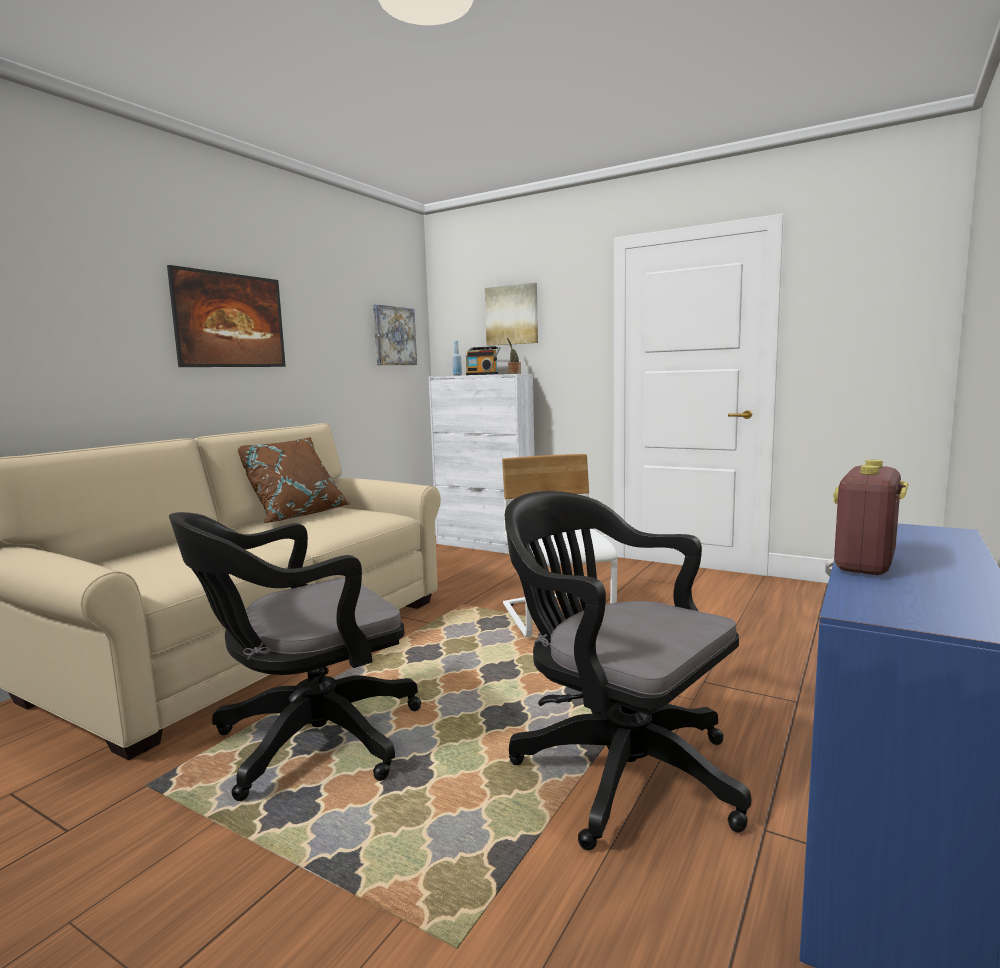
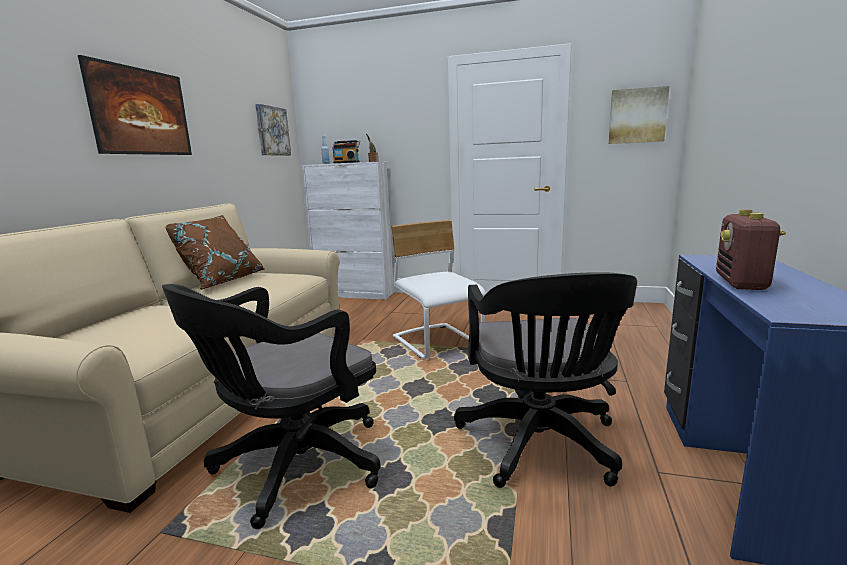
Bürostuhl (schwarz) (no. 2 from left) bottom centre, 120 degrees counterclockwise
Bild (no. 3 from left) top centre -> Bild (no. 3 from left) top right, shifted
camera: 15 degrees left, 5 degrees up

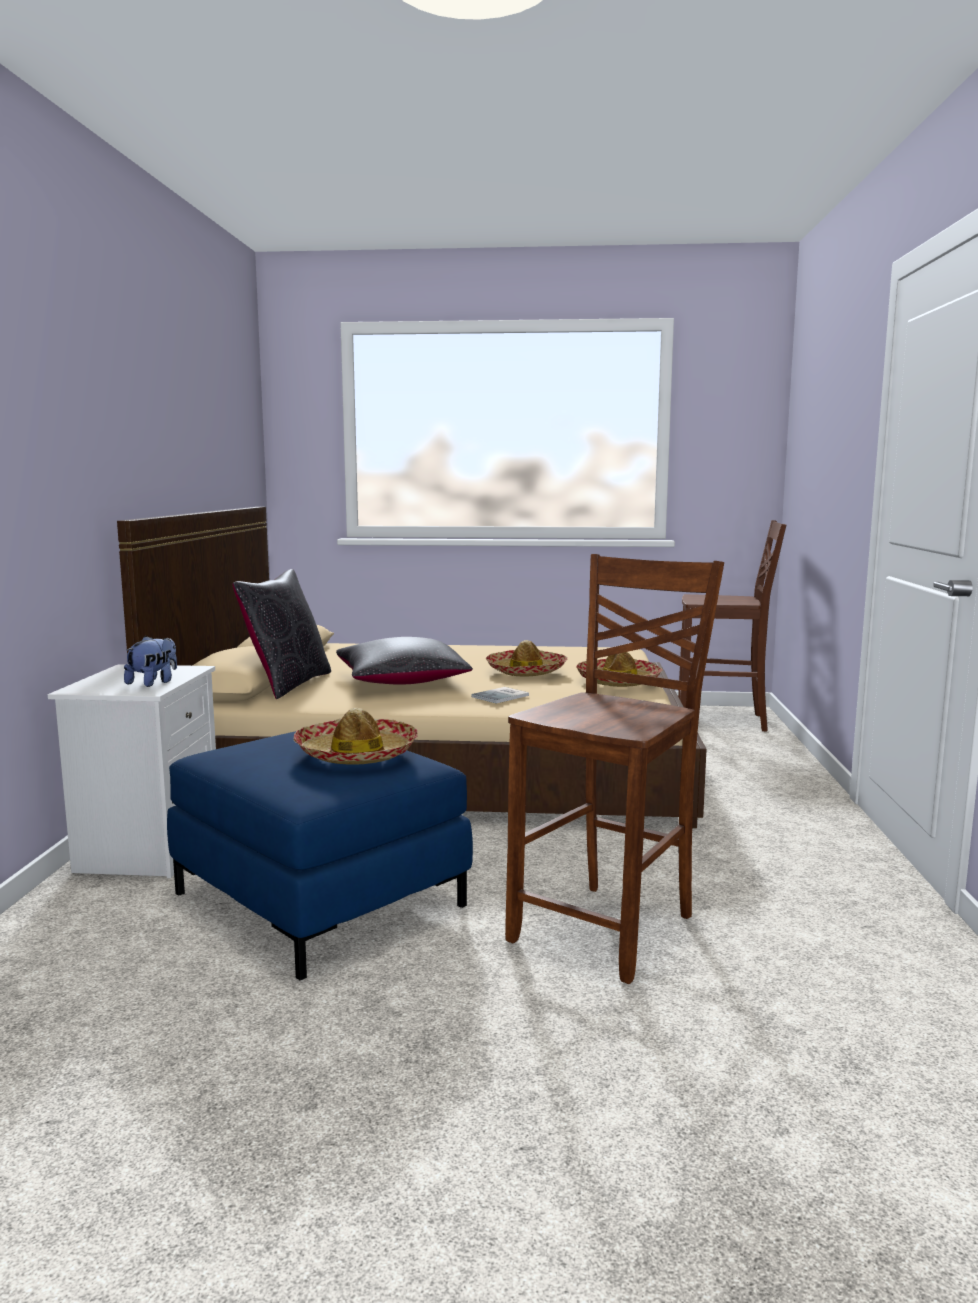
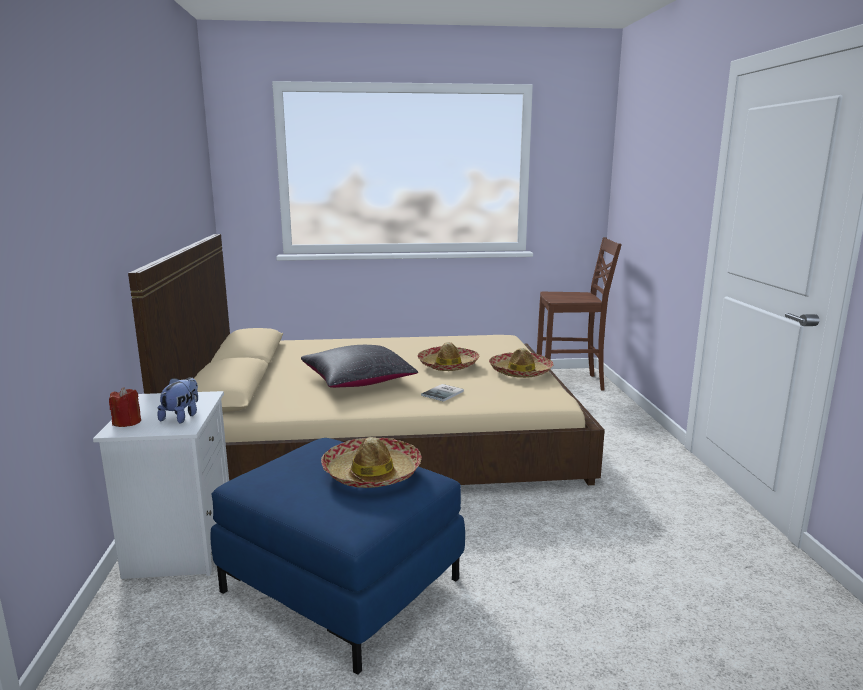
none -> Kerze (rot) middle left
Kissen (schwarz) (no. 1 from left) middle left -> none
Stuhl (braun) (no. 1 from left) centre -> none
camera: 10 degrees left, 5 degrees up

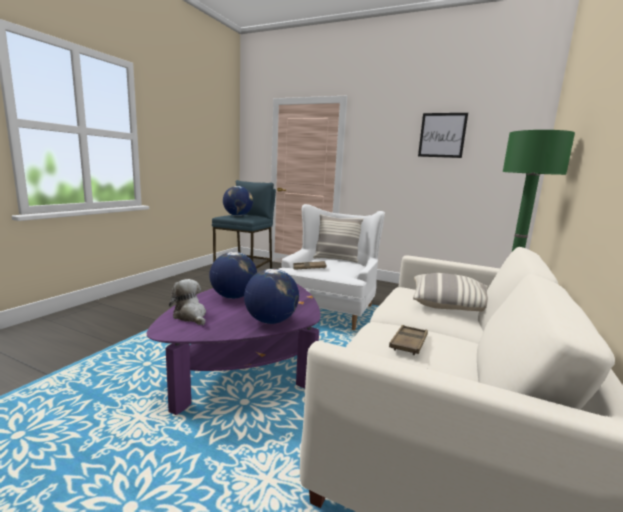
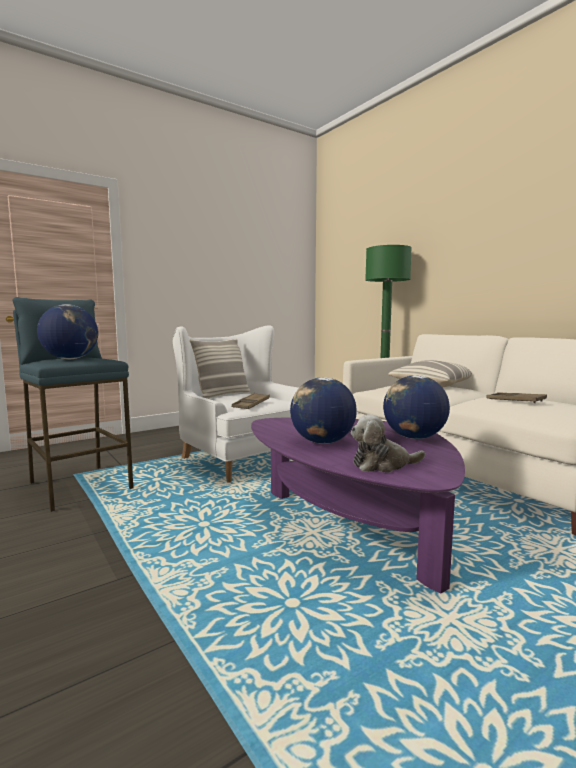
Bild top right -> none
camera: 60 degrees left, 5 degrees down

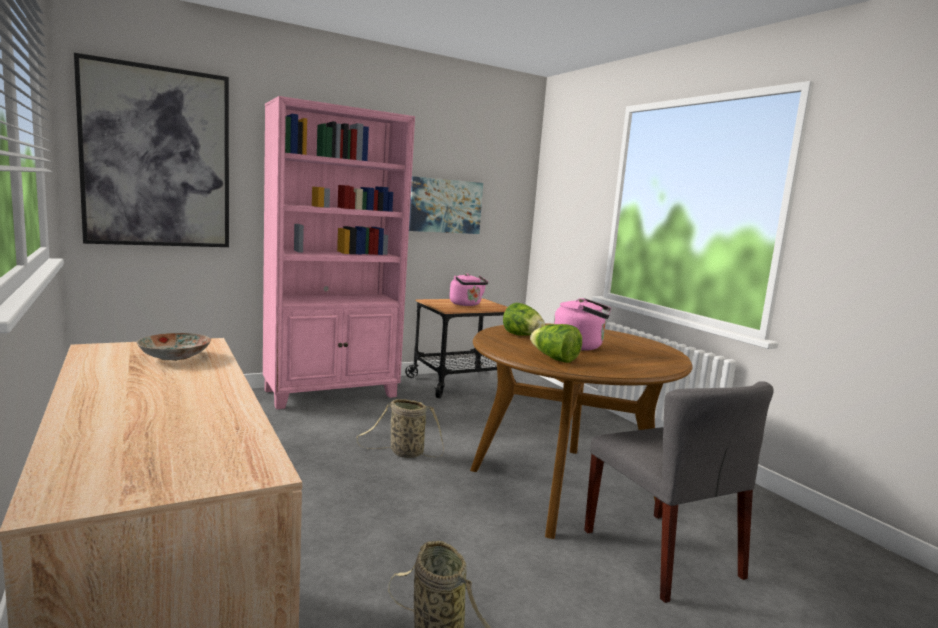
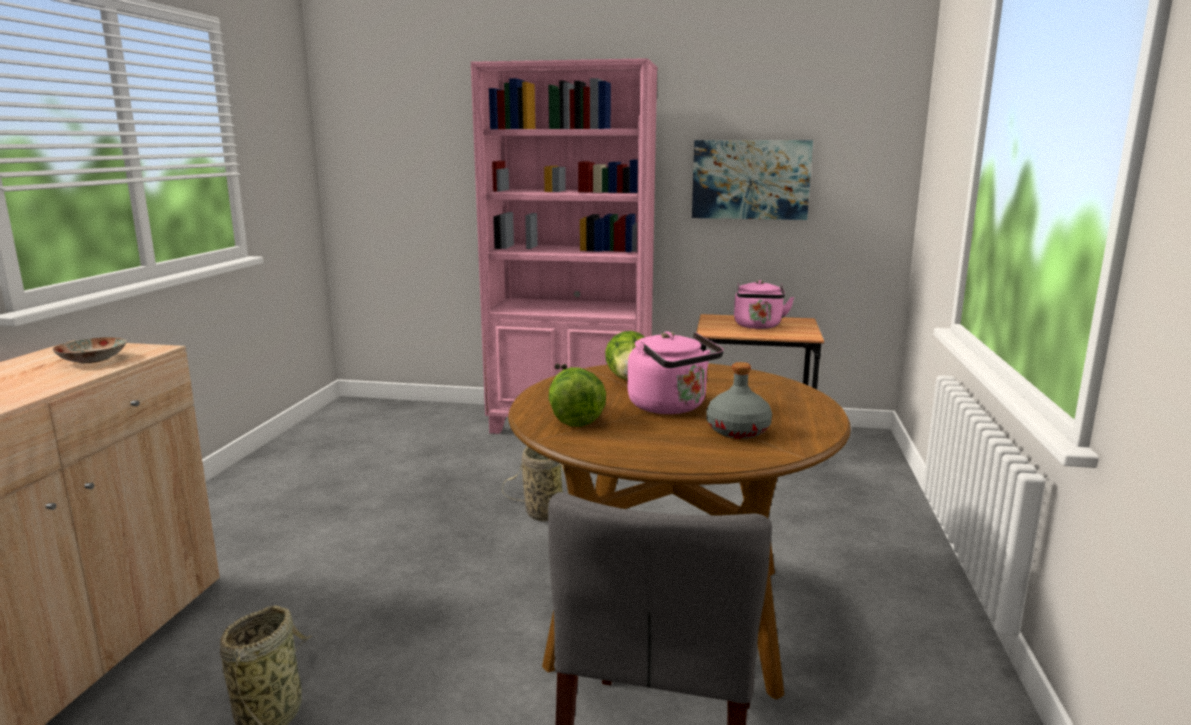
none -> Flasche (grau) centre
Bild (no. 1 from left) top left -> none
camera: 40 degrees right, 5 degrees up

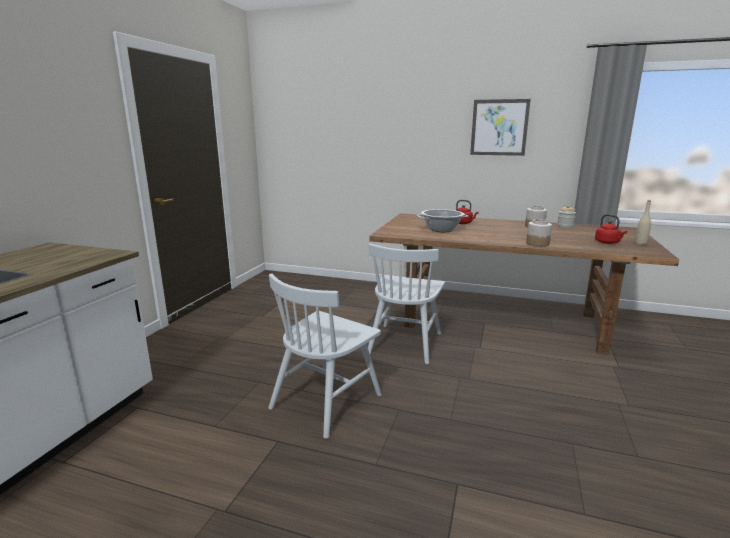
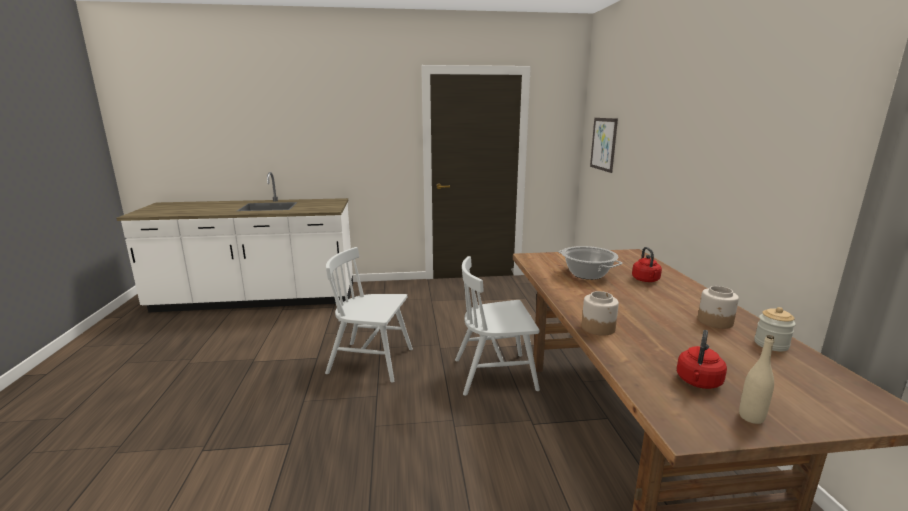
Bild top right -> Bild top centre, shifted
camera: 65 degrees right, 0 degrees up

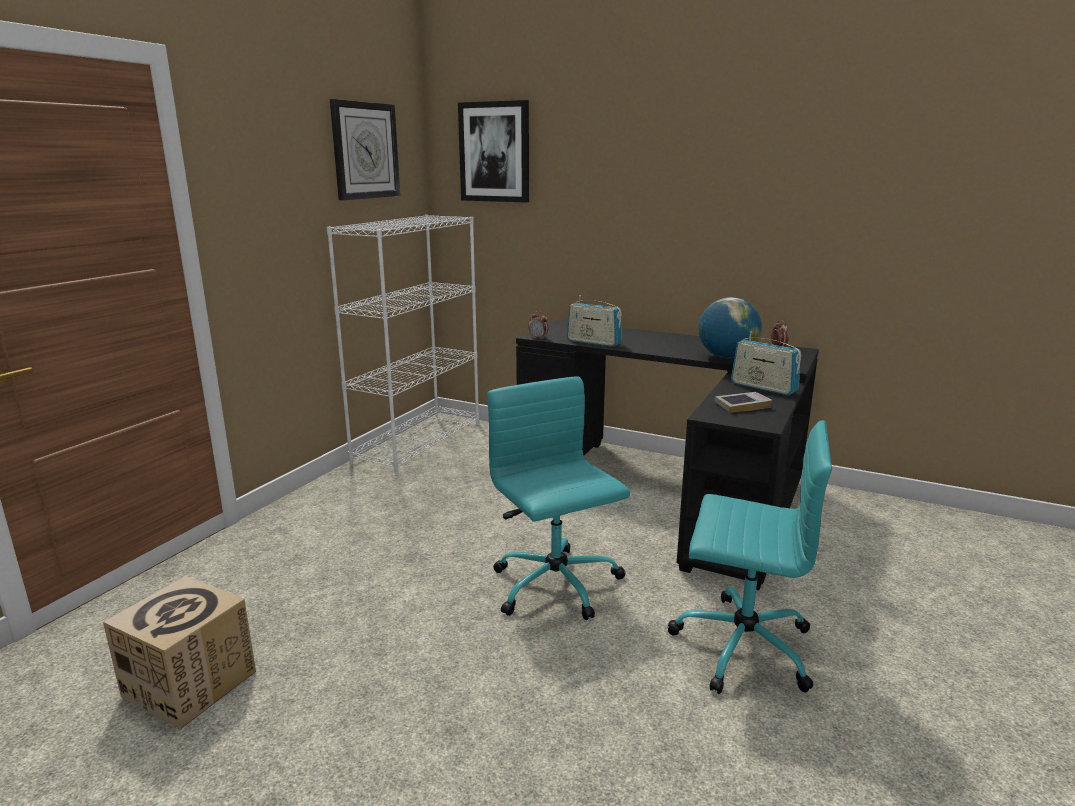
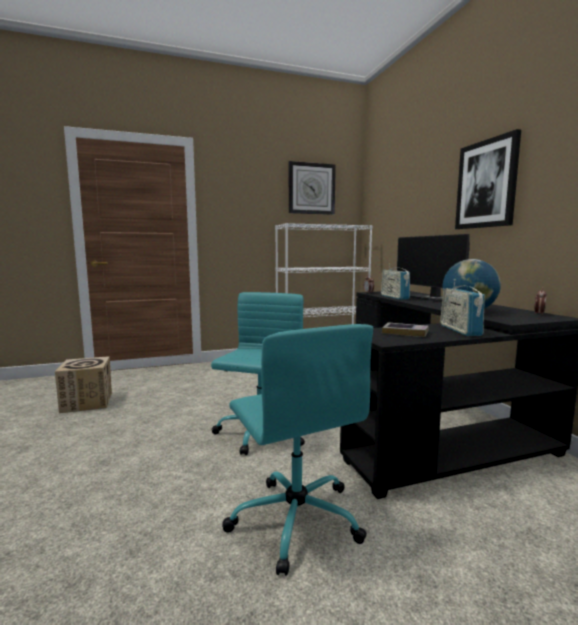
none -> Monitor middle right
Bild top centre -> Bild top right, shifted
camera: 45 degrees right, 10 degrees down

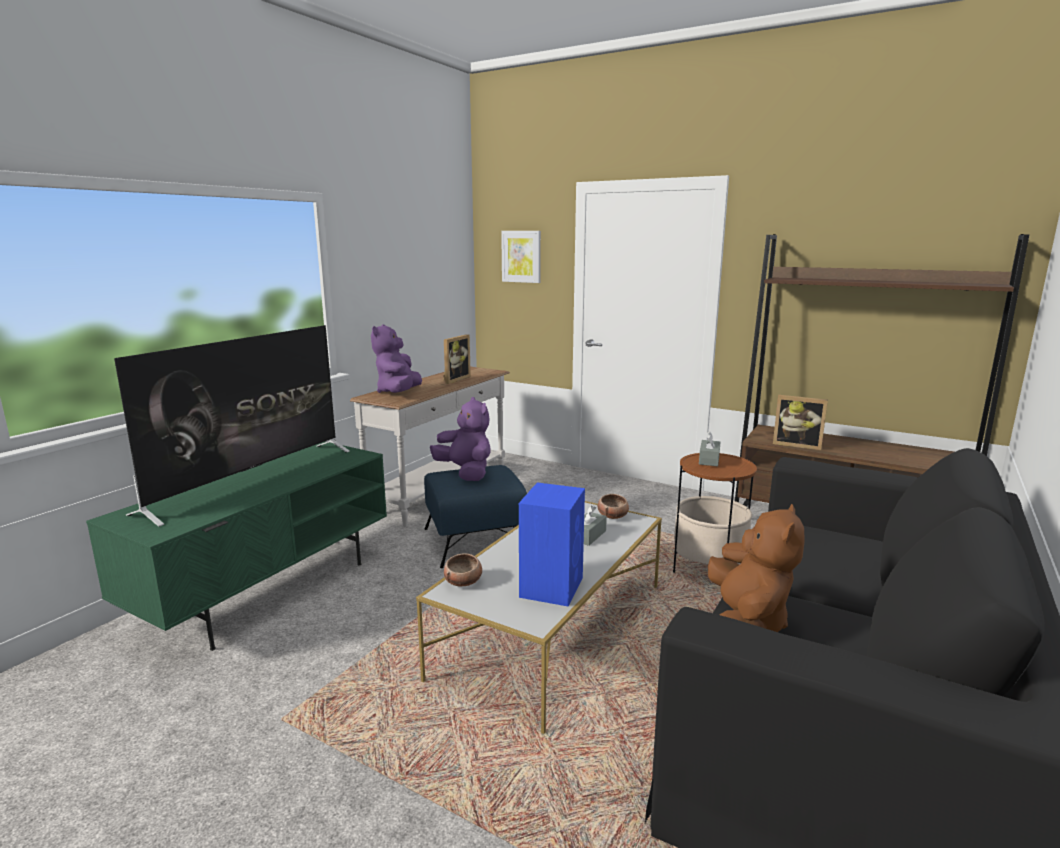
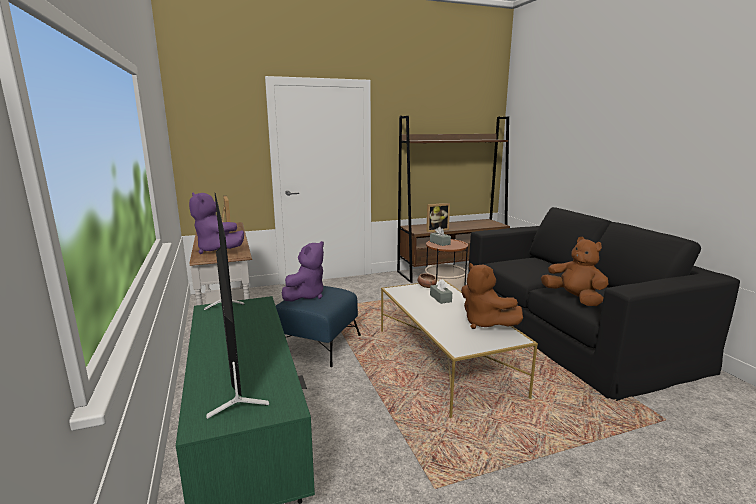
Plüschtier (lila) (no. 2 from left) centre, 120 degrees clockwise
Lautsprecher (blau) centre -> Plüschtier (braun) (no. 1 from left) centre
Schüssel (no. 1 from left) bottom centre -> none
Bild top centre -> none
camera: 50 degrees left, 0 degrees up

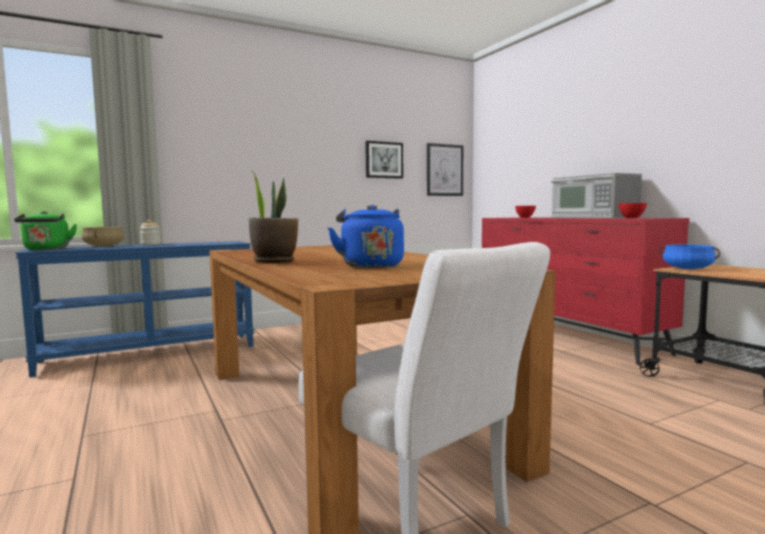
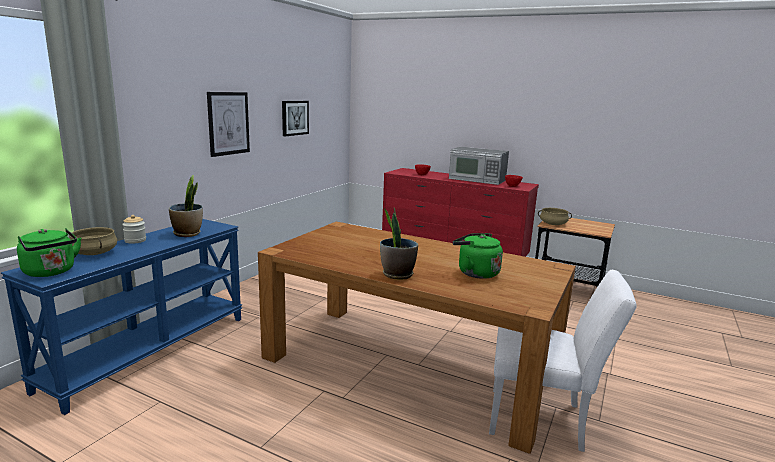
none -> Topfpflanze (no. 1 from left) middle left
Bild (no. 2 from left in the first image) top centre -> Bild (no. 1 from left) top left, shifted
Wasserkessel (blau) centre -> Wasserkessel (grün) (no. 2 from left) centre
Kochtopf (blau) middle right -> Kochtopf (beige) (no. 2 from left) middle right
camera: 35 degrees left, 10 degrees up

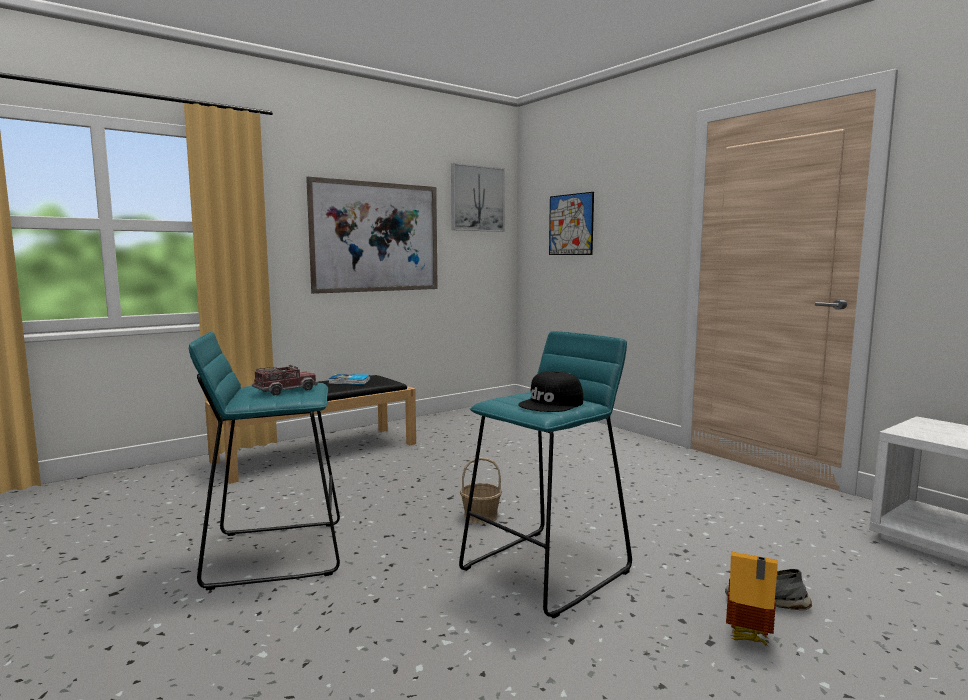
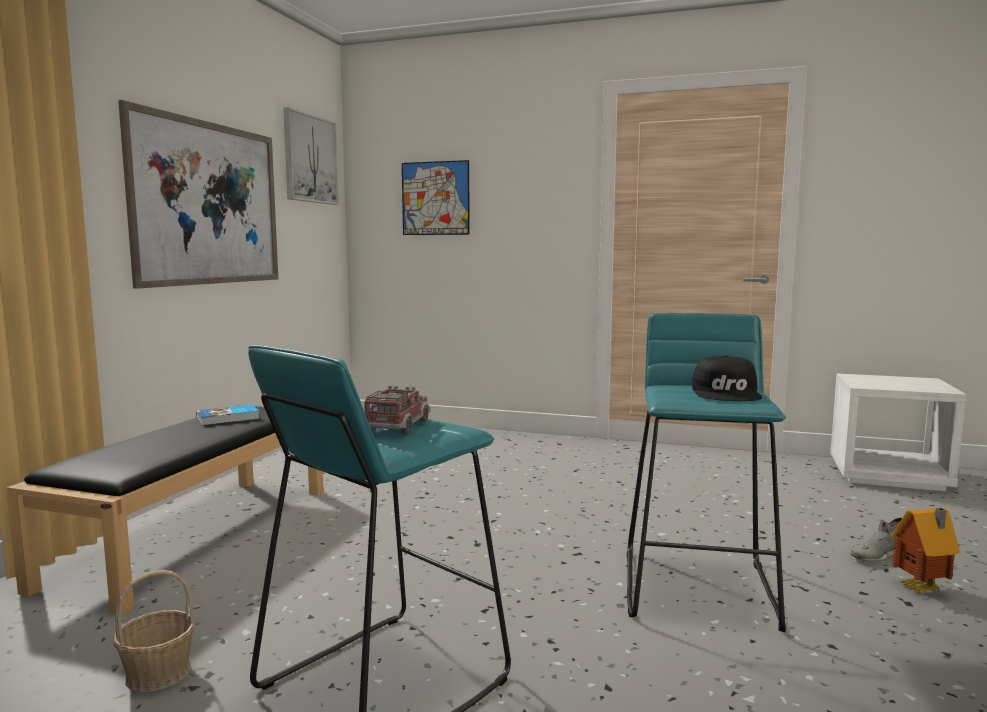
Korb bottom centre -> Korb bottom left, shifted
camera: 35 degrees left, 0 degrees up

